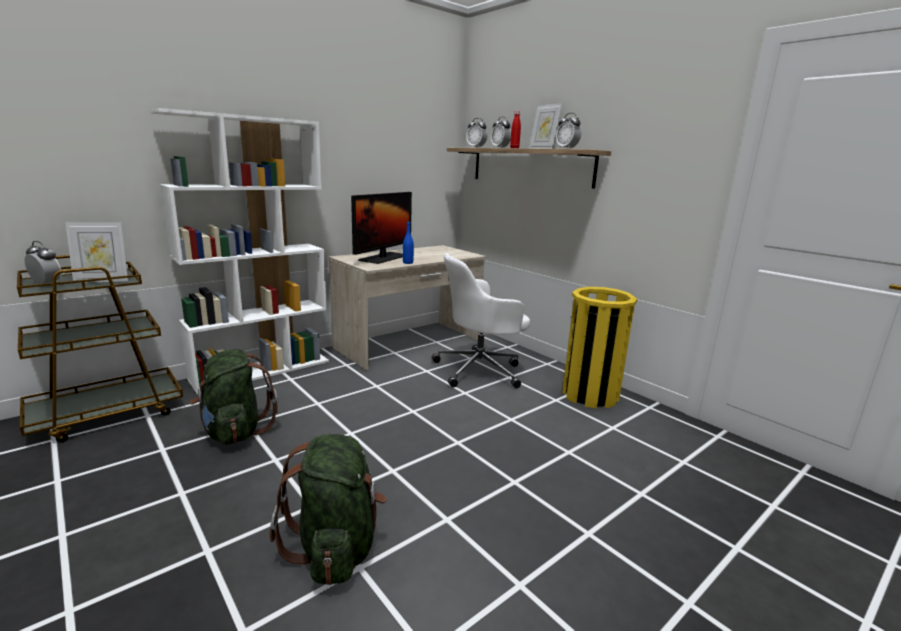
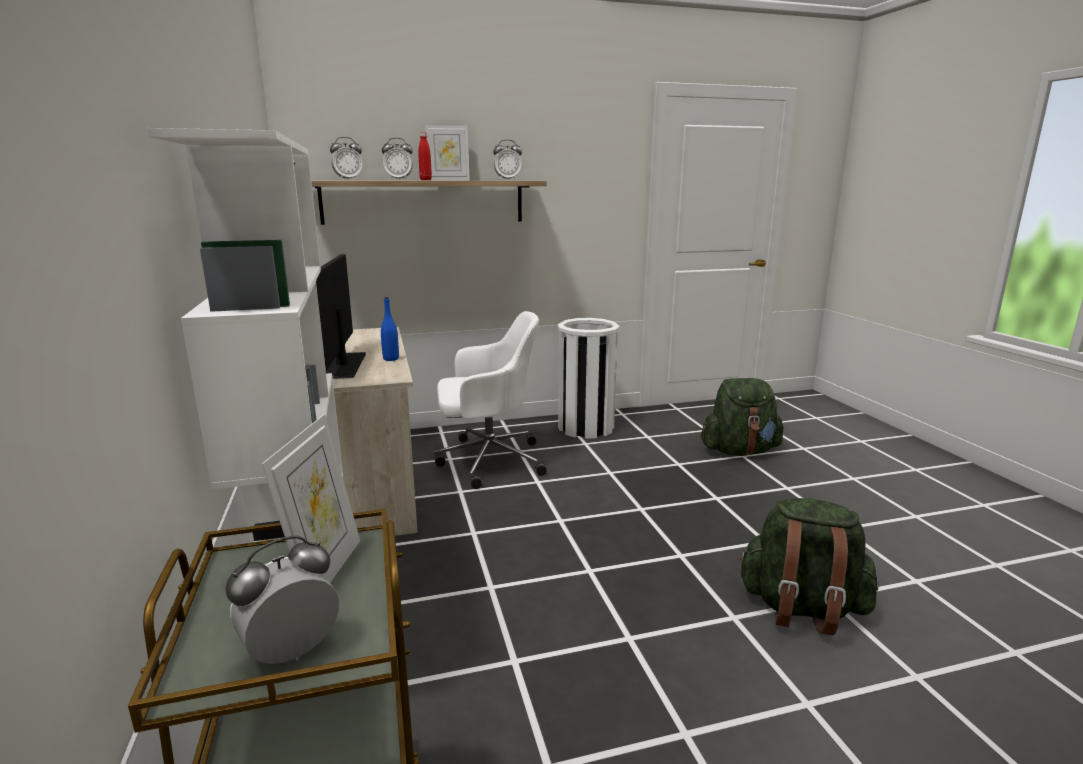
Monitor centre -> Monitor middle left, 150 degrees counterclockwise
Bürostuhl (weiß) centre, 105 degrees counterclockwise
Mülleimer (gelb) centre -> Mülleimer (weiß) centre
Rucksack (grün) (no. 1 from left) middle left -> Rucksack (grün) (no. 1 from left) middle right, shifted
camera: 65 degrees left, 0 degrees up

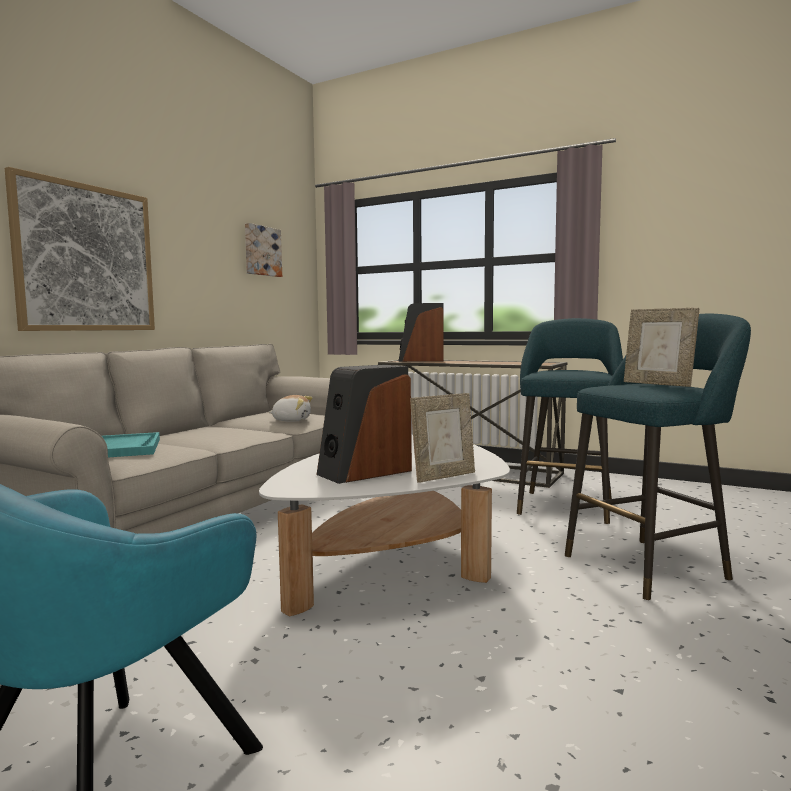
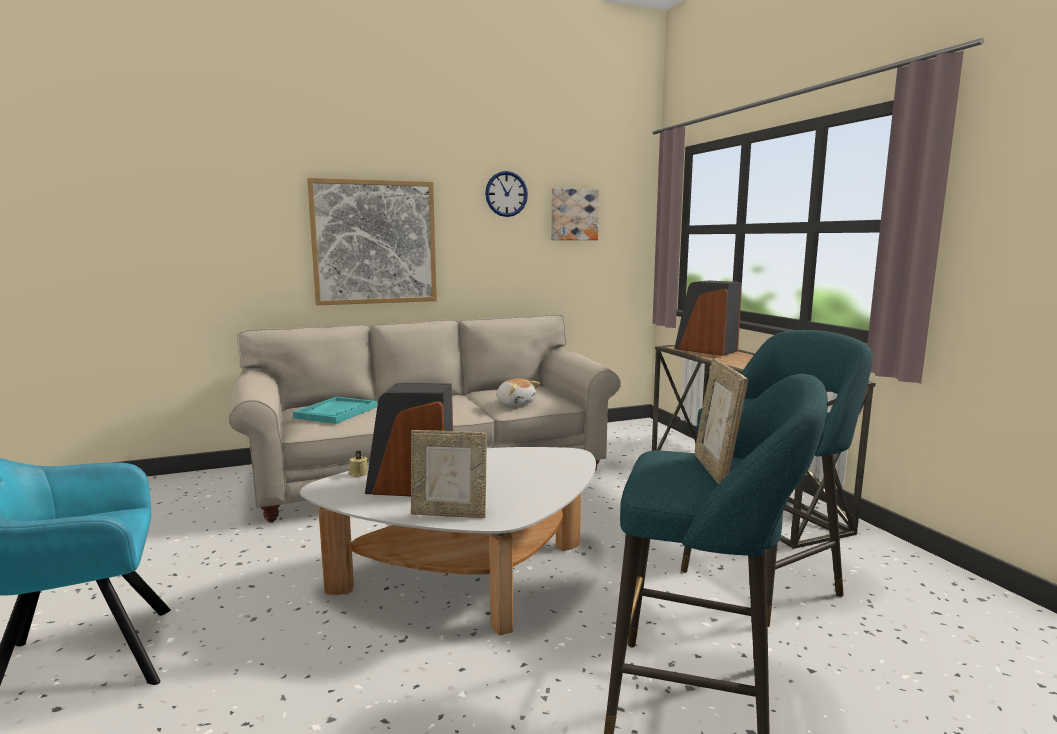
none -> Kerze (beige) centre
none -> Wanduhr top centre
camera: 40 degrees right, 5 degrees up

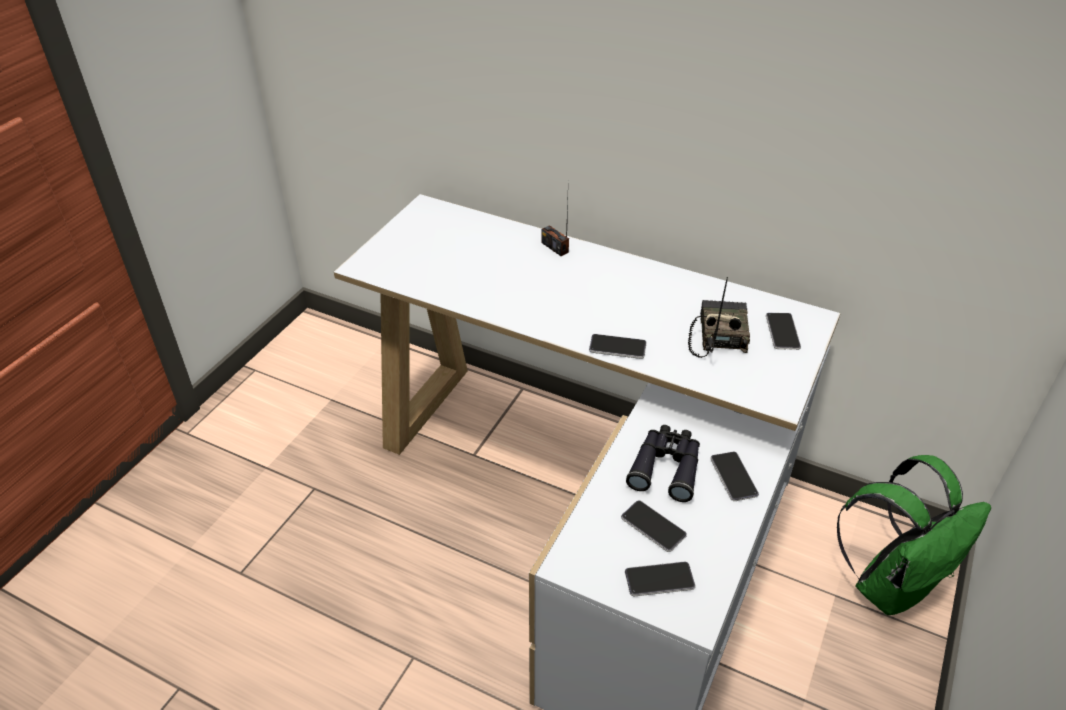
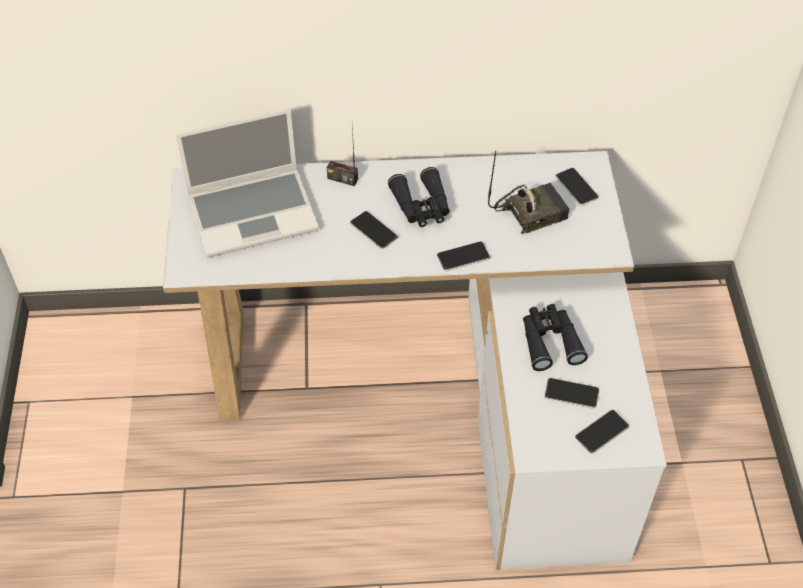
none -> Laptop top left
Handy (no. 4 from left in the first image) bottom right -> Handy (no. 1 from left) centre, shifted
none -> Fernglas (schwarz) (no. 1 from left) centre
Radio (no. 2 from left) middle right -> Radio (no. 2 from left) top centre, 90 degrees clockwise
Rucksack (grün) bottom right -> none
camera: 30 degrees left, 10 degrees up

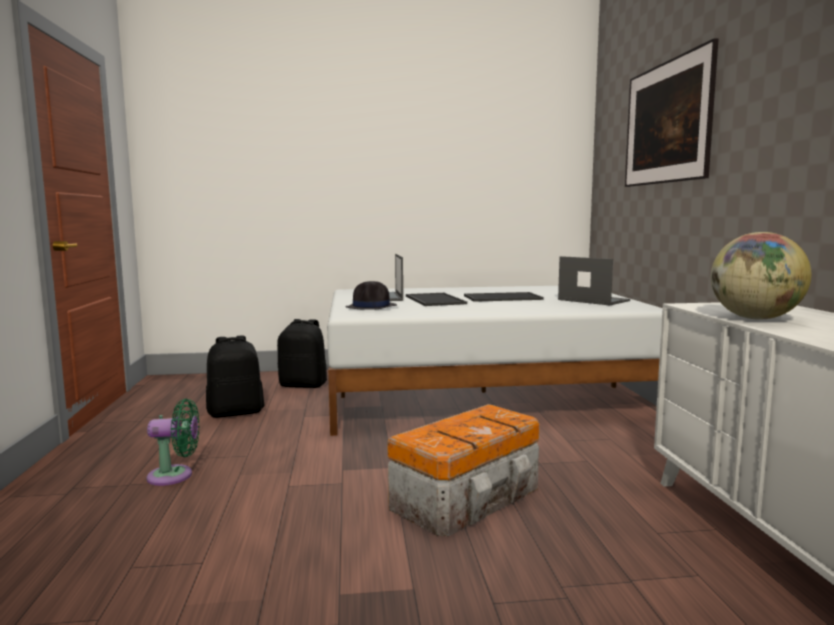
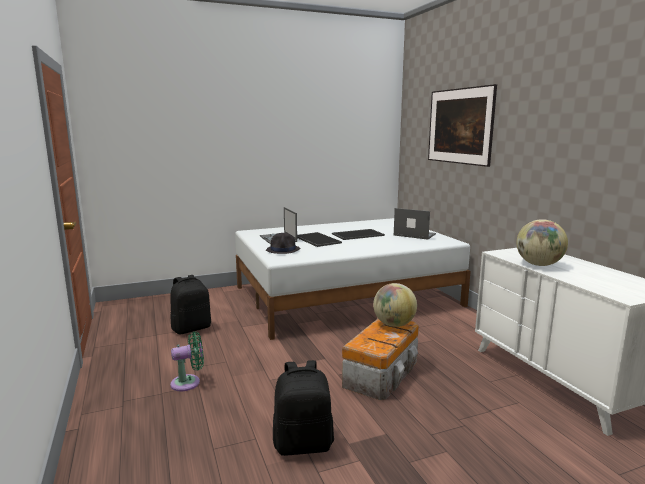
Rucksack (schwarz) (no. 2 from left) centre -> Rucksack (schwarz) (no. 2 from left) bottom centre, shifted
none -> Globus (no. 1 from left) centre
camera: 15 degrees left, 5 degrees up

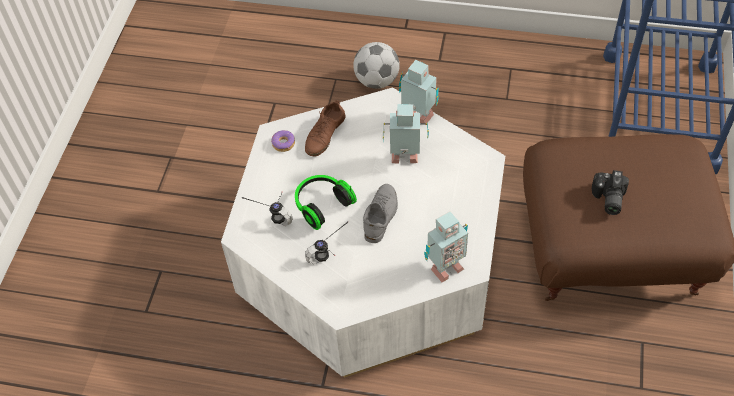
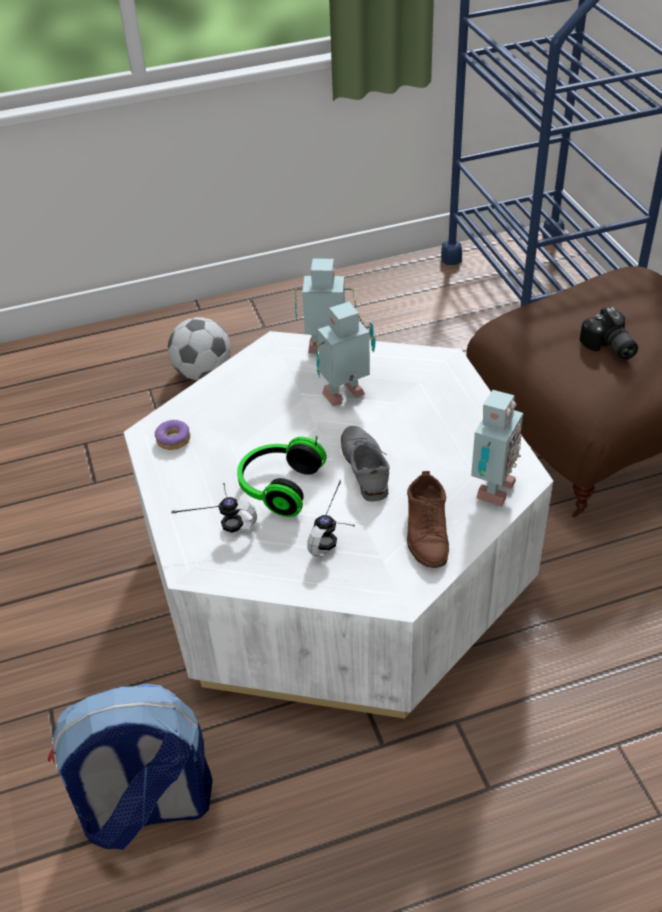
none -> Rucksack bottom left
Schuh (braun) top centre -> Schuh (braun) centre, shifted
camera: 30 degrees left, 10 degrees down

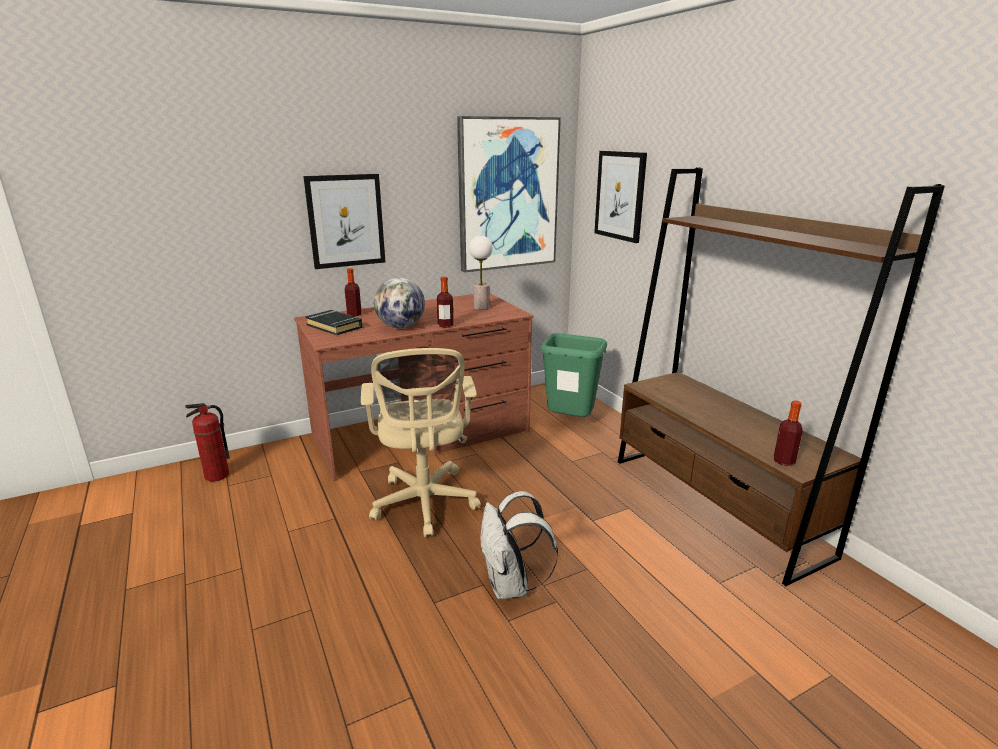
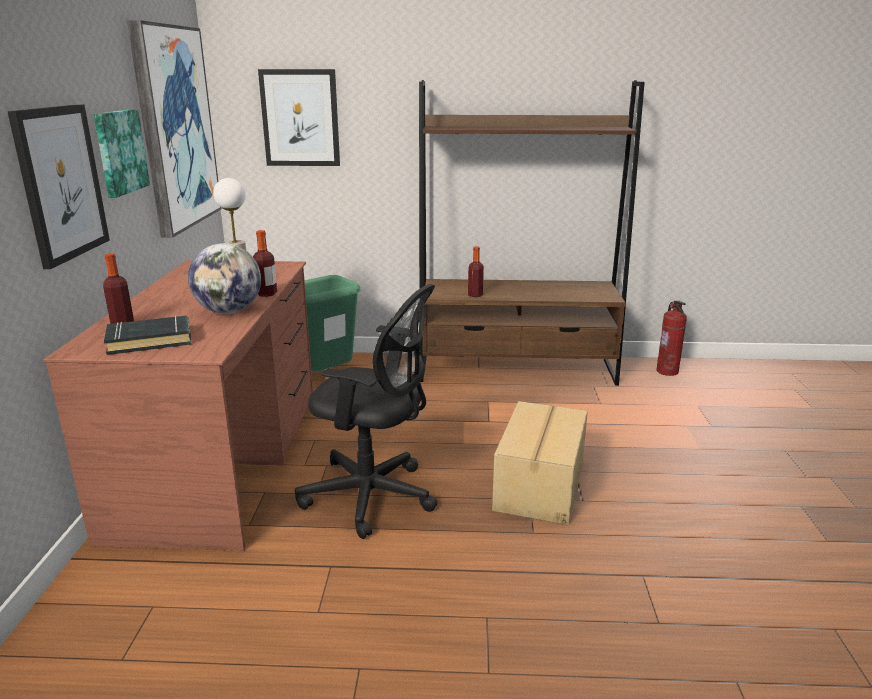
none -> Bild (no. 2 from left) top left
Bürostuhl (beige) centre -> Bürostuhl (schwarz) centre
Flasche (no. 3 from left) middle right -> Flasche (no. 3 from left) centre, shifted
Rucksack (weiß) bottom centre -> Karton centre
Feuerlöscher middle left -> Feuerlöscher middle right, shifted
camera: 60 degrees left, 0 degrees up

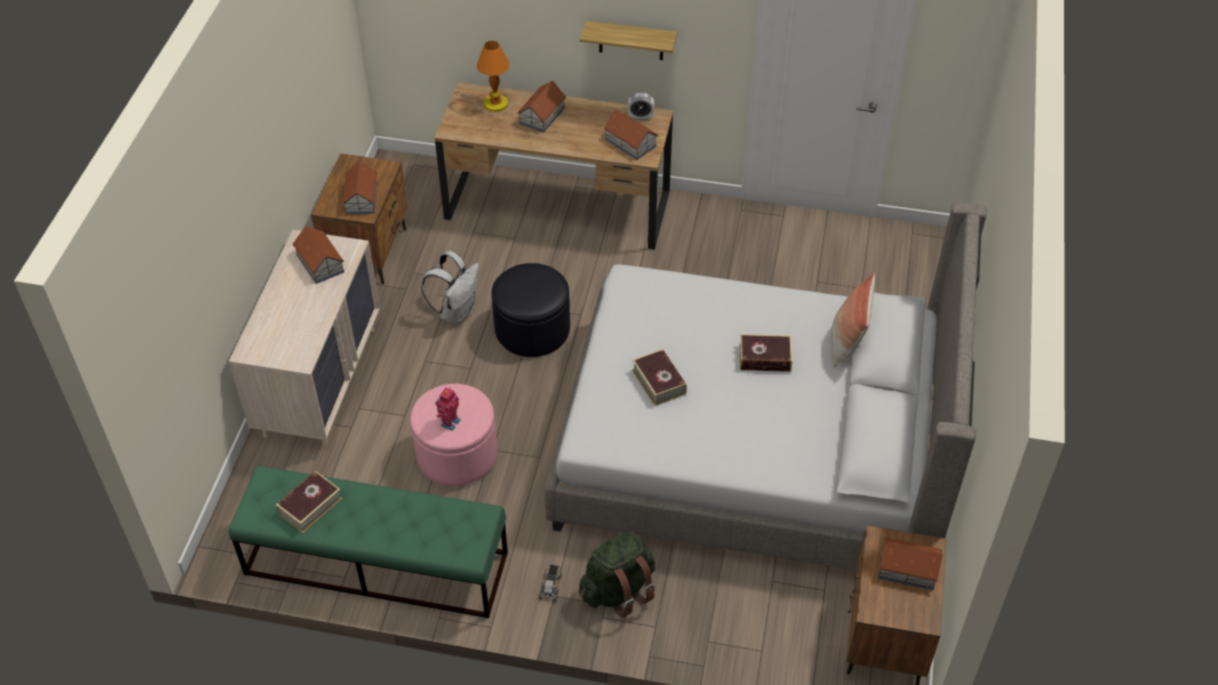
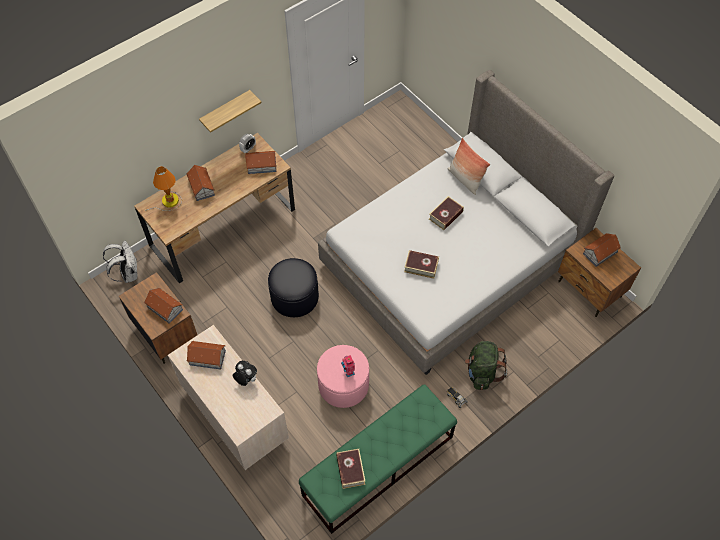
Rucksack (weiß) centre -> Rucksack (weiß) middle left, shifted
none -> Plüschtier bottom centre
camera: 50 degrees left, 10 degrees up

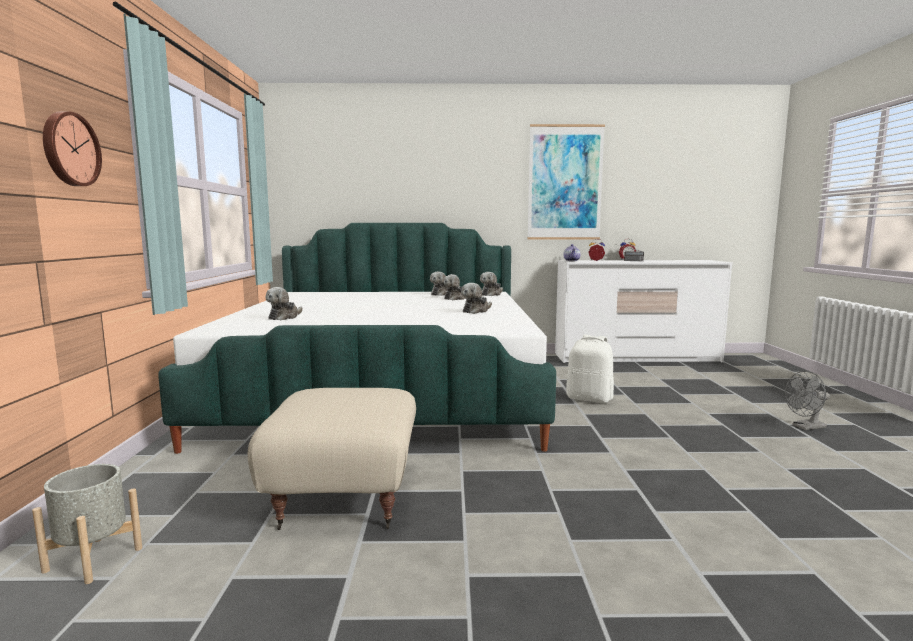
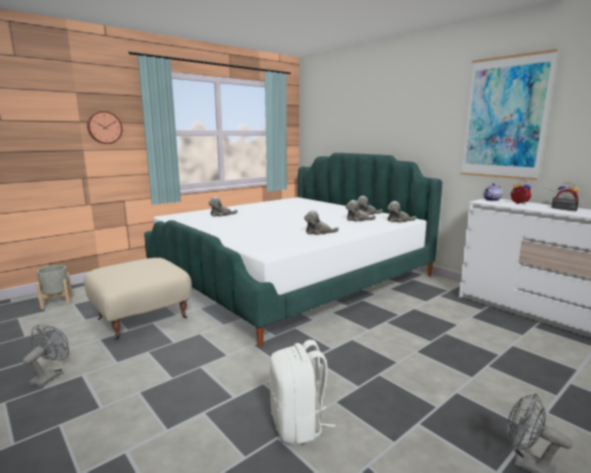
none -> Ventilator (grau) (no. 1 from left) bottom left
Rucksack (weiß) centre -> Rucksack (weiß) bottom centre, shifted
camera: 50 degrees right, 5 degrees up

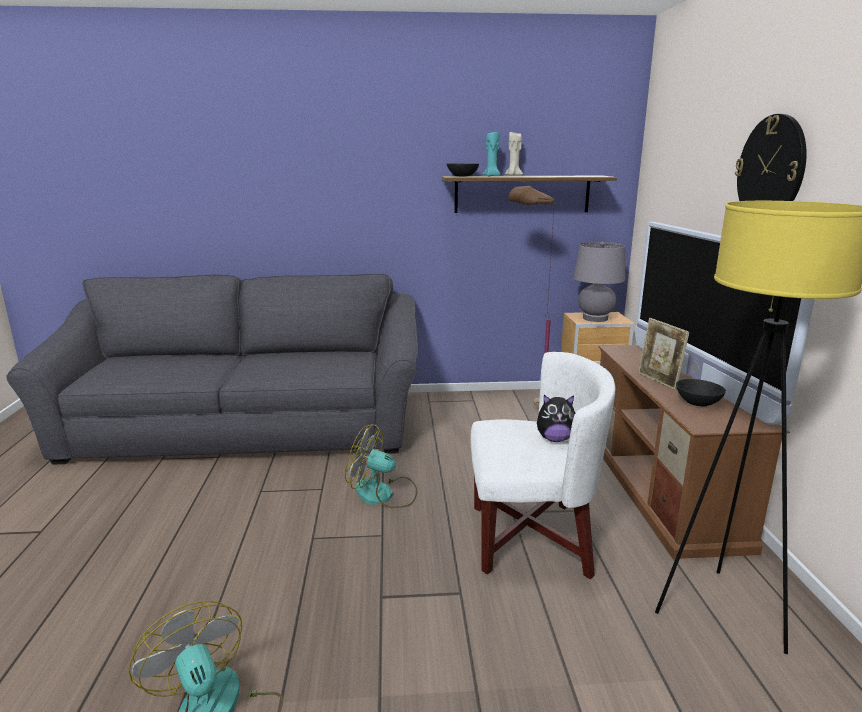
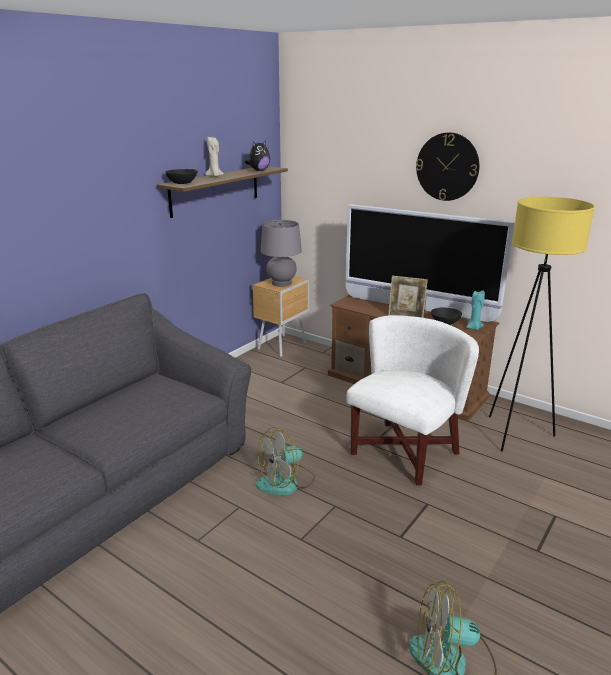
Plüschtier centre -> Plüschtier top centre, shifted
Kerze (türkis) top centre -> Kerze (türkis) middle right, shifted
Stehlampe (braun) centre -> none
camera: 50 degrees left, 5 degrees up

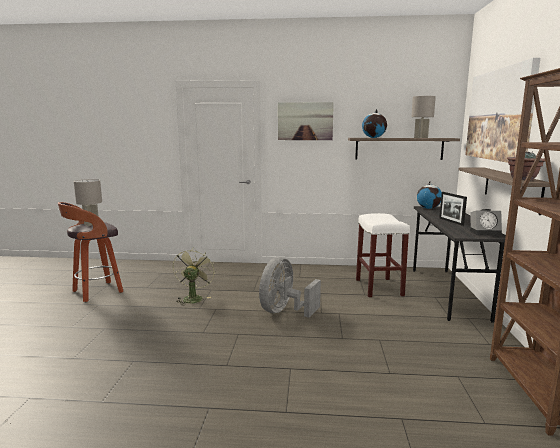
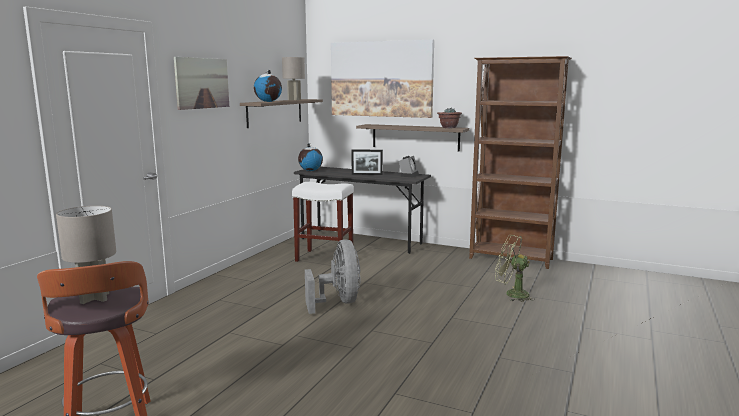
Ventilator (grau) centre, 150 degrees counterclockwise
Ventilator (grün) centre -> Ventilator (grün) middle right, shifted
camera: 70 degrees left, 0 degrees up

